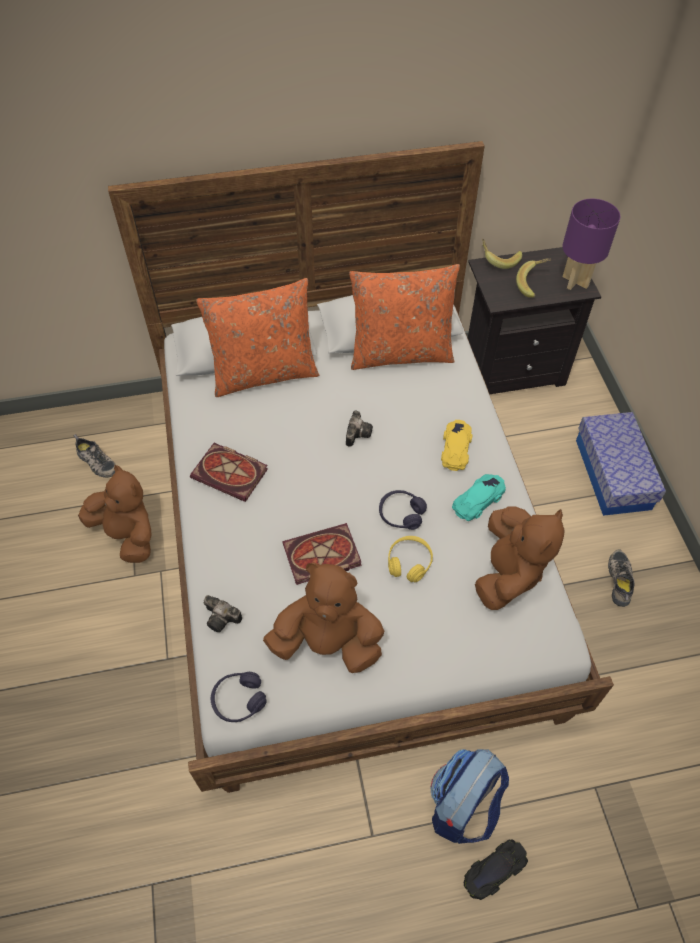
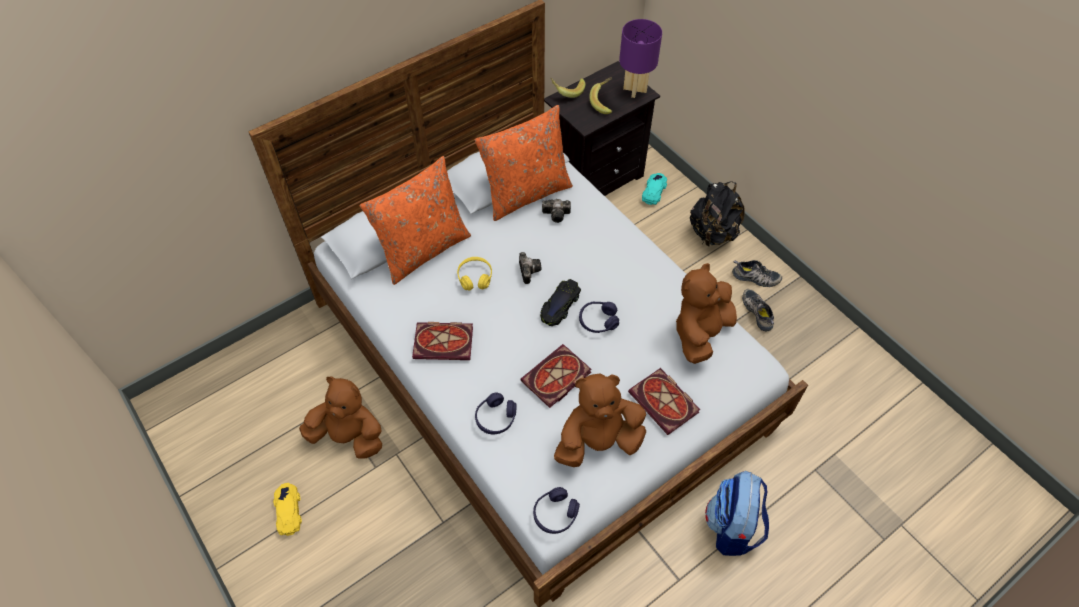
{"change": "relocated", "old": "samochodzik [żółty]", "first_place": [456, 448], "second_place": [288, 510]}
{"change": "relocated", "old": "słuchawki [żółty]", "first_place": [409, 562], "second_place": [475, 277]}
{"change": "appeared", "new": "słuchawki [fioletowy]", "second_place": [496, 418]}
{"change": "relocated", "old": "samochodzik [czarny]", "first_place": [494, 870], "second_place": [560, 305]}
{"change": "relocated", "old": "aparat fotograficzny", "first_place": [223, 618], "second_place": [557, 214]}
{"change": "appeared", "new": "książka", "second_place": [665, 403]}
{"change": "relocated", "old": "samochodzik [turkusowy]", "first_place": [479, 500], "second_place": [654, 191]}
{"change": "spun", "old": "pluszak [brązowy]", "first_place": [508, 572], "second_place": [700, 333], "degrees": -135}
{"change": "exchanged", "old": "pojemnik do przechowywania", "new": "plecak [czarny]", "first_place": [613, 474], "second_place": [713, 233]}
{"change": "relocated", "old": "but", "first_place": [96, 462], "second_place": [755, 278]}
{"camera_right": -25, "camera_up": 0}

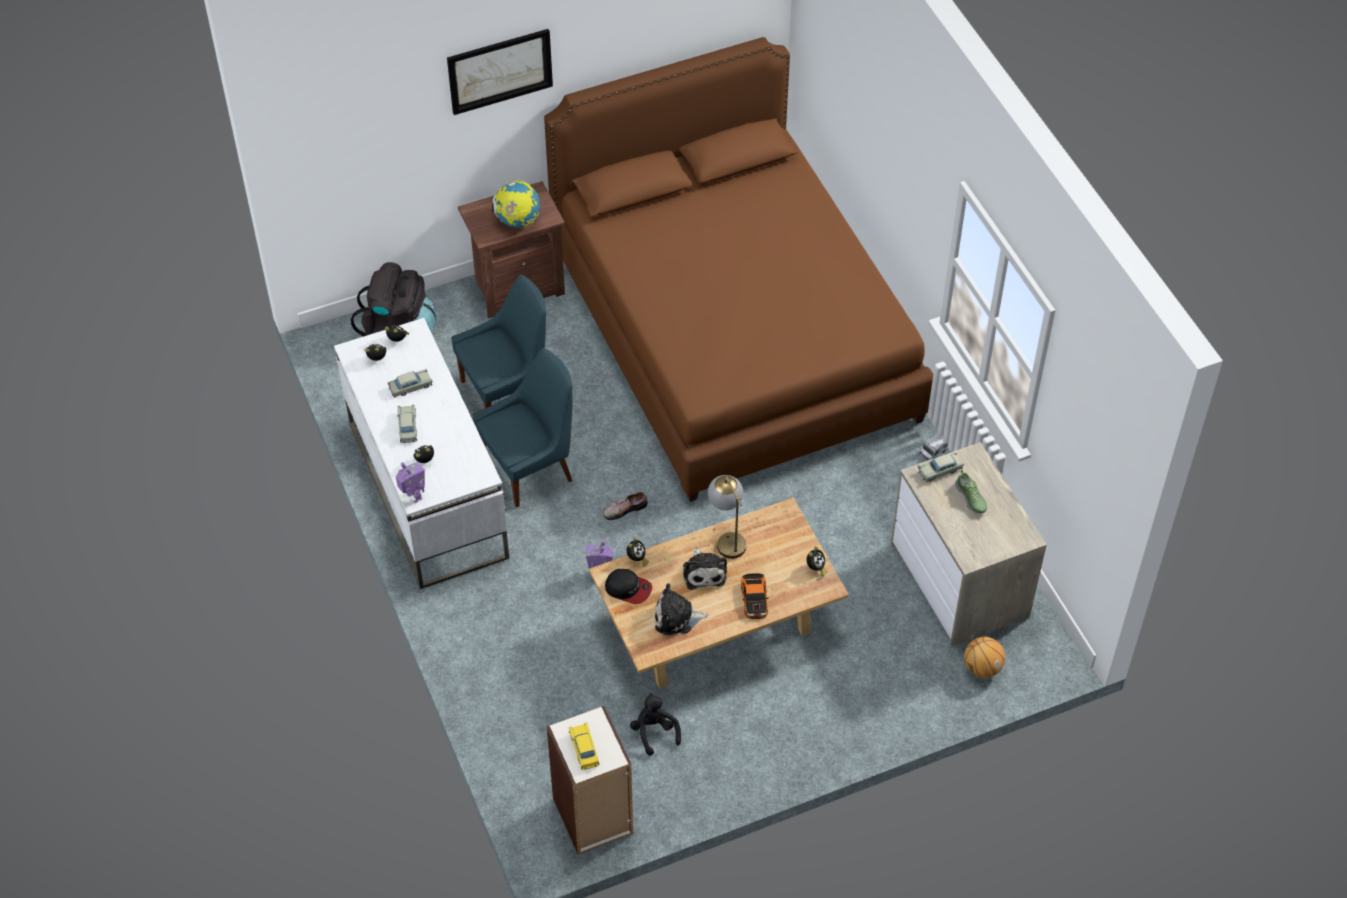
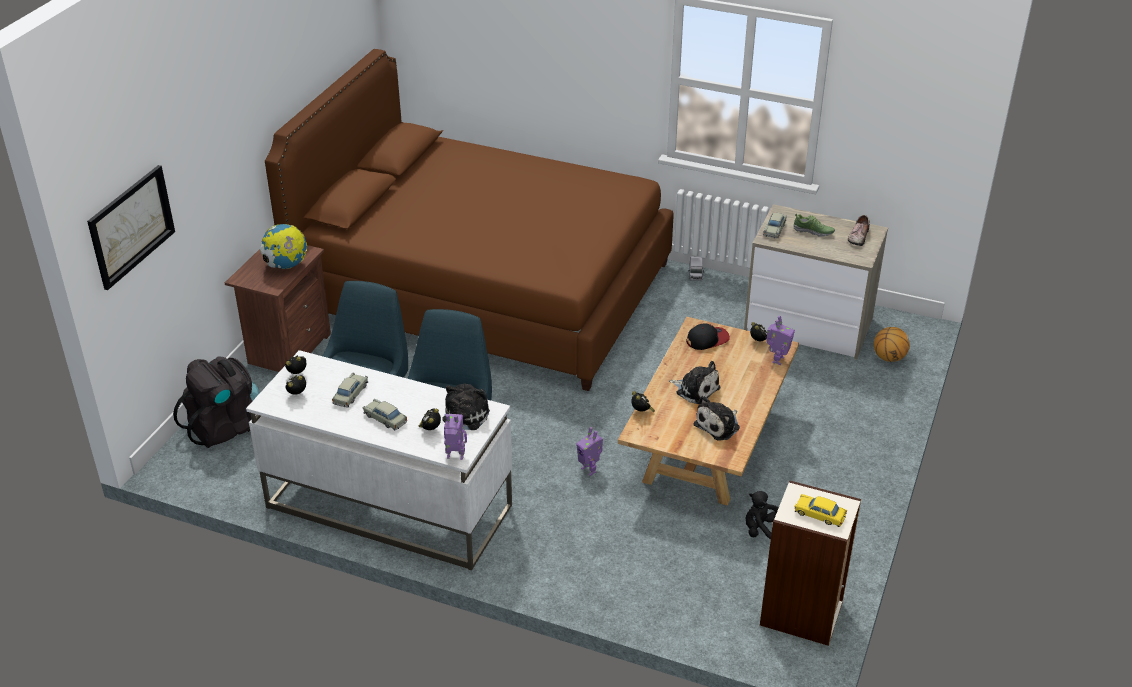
{"change": "relocated", "old": "obraz", "first_place": [500, 70], "second_place": [131, 226]}
{"change": "appeared", "new": "pluszak", "second_place": [464, 418]}
{"change": "relocated", "old": "czapka z daszkiem", "first_place": [628, 589], "second_place": [707, 340]}
{"change": "appeared", "new": "robot zabawkowy", "second_place": [777, 359]}
{"change": "relocated", "old": "but", "first_place": [624, 508], "second_place": [857, 236]}
{"change": "missing", "old": "lampa stołowa", "first_place": [727, 538]}
{"change": "missing", "old": "samochodzik", "first_place": [755, 599]}
{"camera_right": -45, "camera_up": -15}

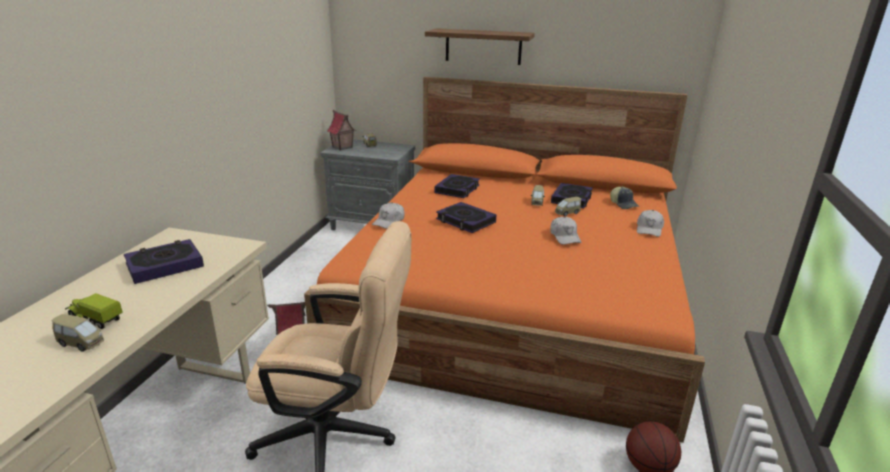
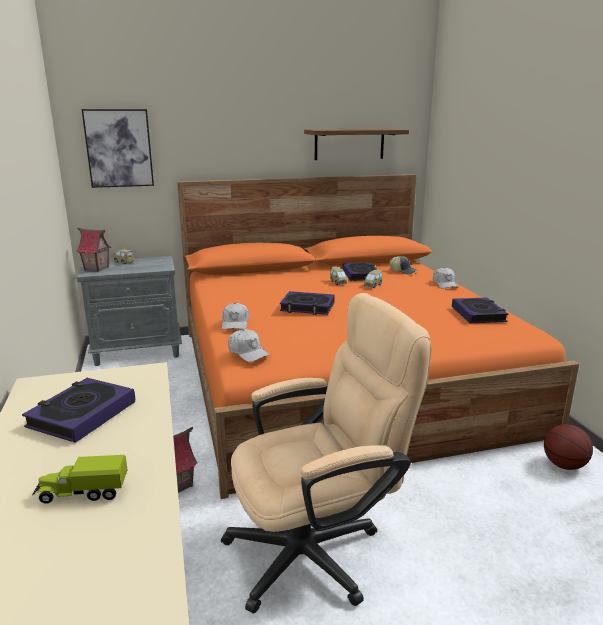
{"change": "appeared", "new": "obraz", "second_place": [119, 148]}
{"change": "relocated", "old": "czapka z daszkiem [biały]", "first_place": [565, 236], "second_place": [248, 352]}
{"change": "relocated", "old": "półka", "first_place": [483, 46], "second_place": [349, 144]}
{"change": "relocated", "old": "książka", "first_place": [457, 189], "second_place": [478, 314]}
{"change": "missing", "old": "samochodzik", "first_place": [81, 343]}
{"camera_right": -30, "camera_up": -5}

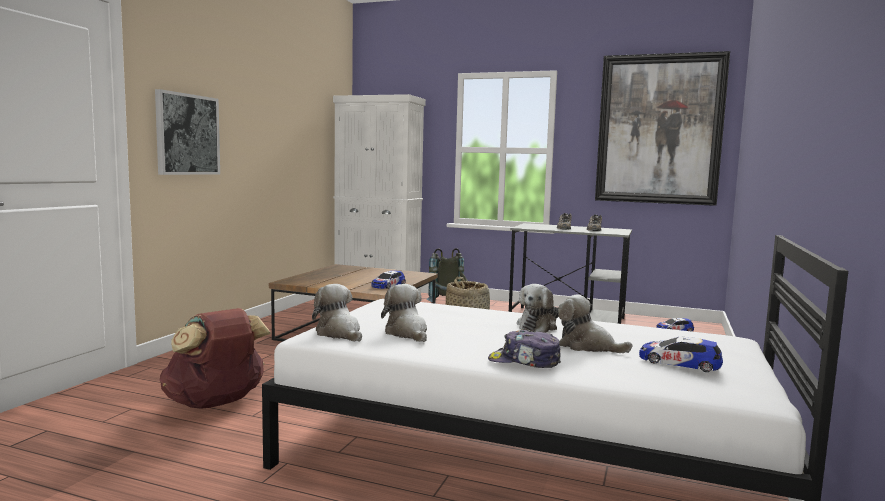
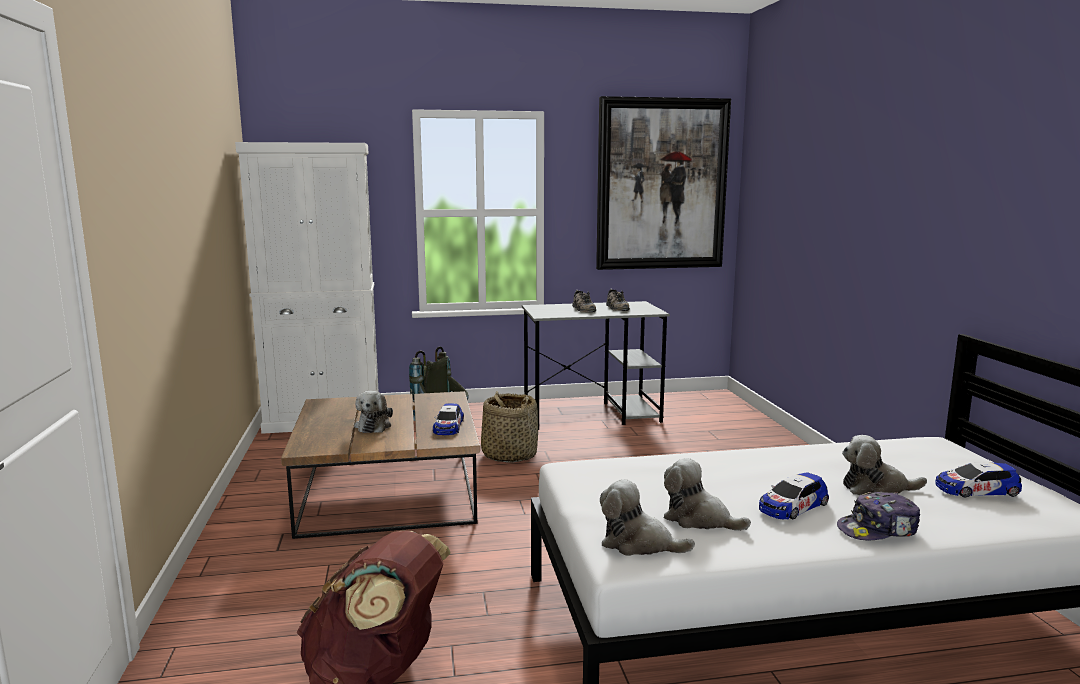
{"change": "relocated", "old": "pluszak", "first_place": [538, 326], "second_place": [374, 425]}
{"change": "relocated", "old": "samochodzik", "first_place": [674, 330], "second_place": [792, 506]}
{"change": "missing", "old": "obraz", "first_place": [187, 134]}
{"camera_right": -30, "camera_up": 5}

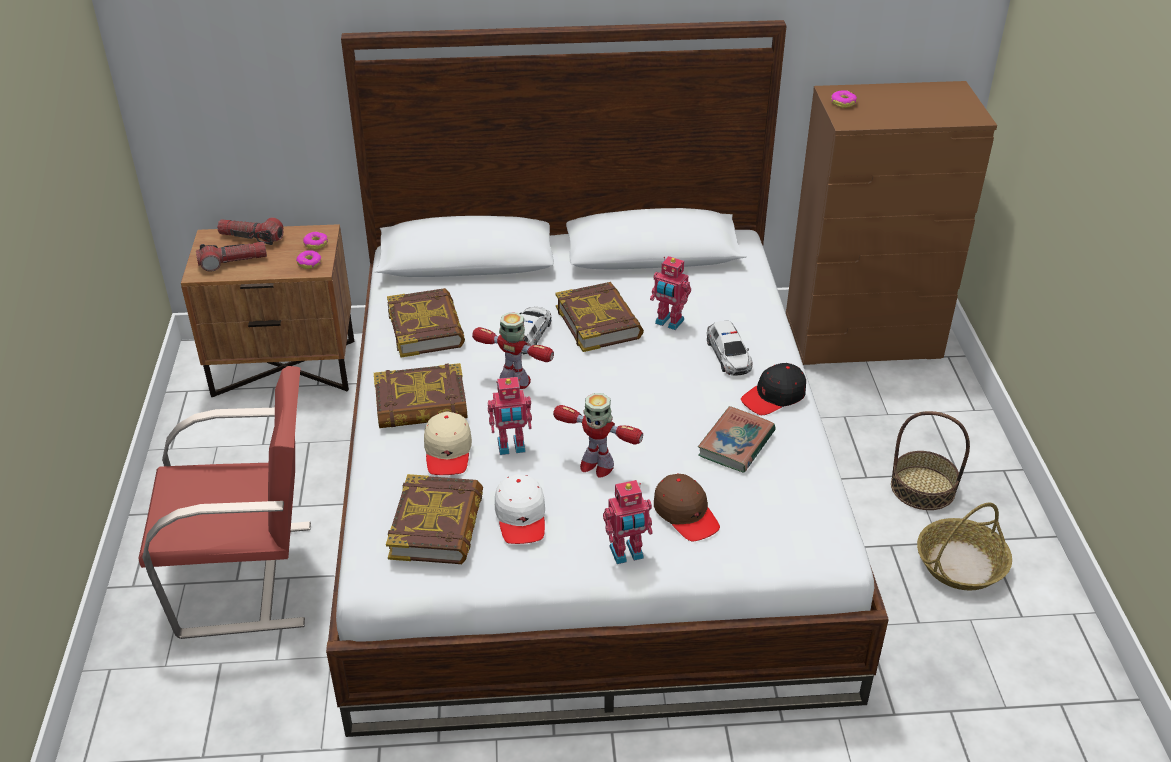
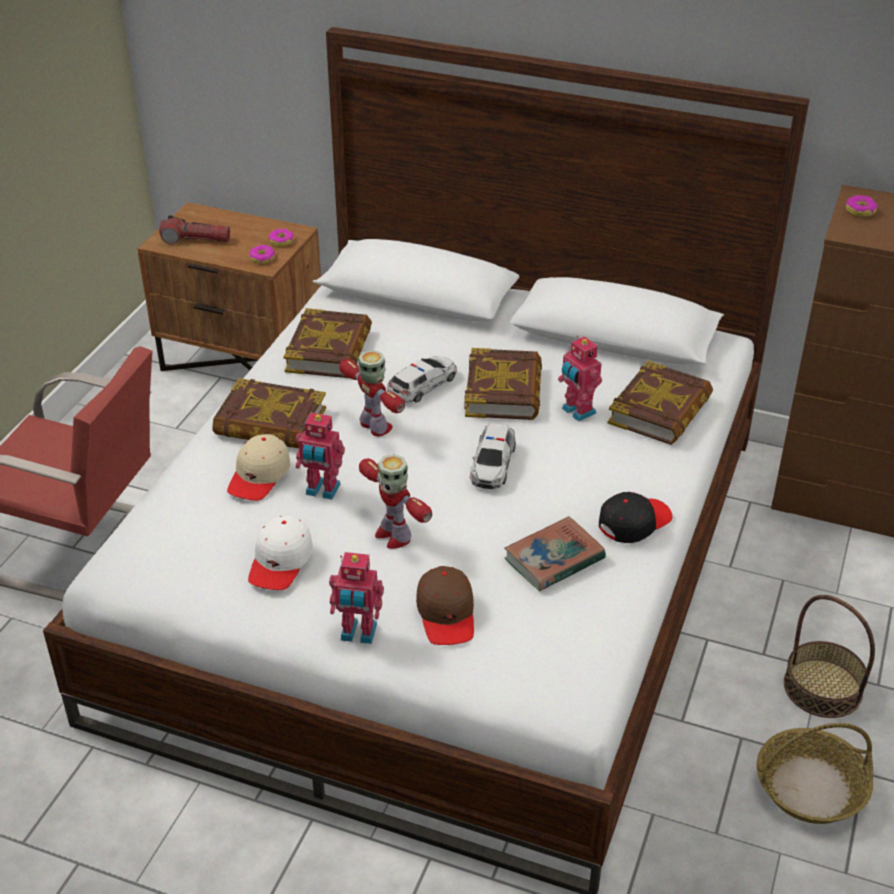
{"change": "relocated", "old": "samochodzik", "first_place": [729, 355], "second_place": [492, 464]}
{"change": "spun", "old": "czapka z daszkiem [czarny]", "first_place": [774, 397], "second_place": [634, 522], "degrees": 150}
{"change": "relocated", "old": "książka", "first_place": [437, 526], "second_place": [660, 410]}
{"change": "missing", "old": "latarka", "first_place": [252, 237]}
{"camera_right": 25, "camera_up": 0}

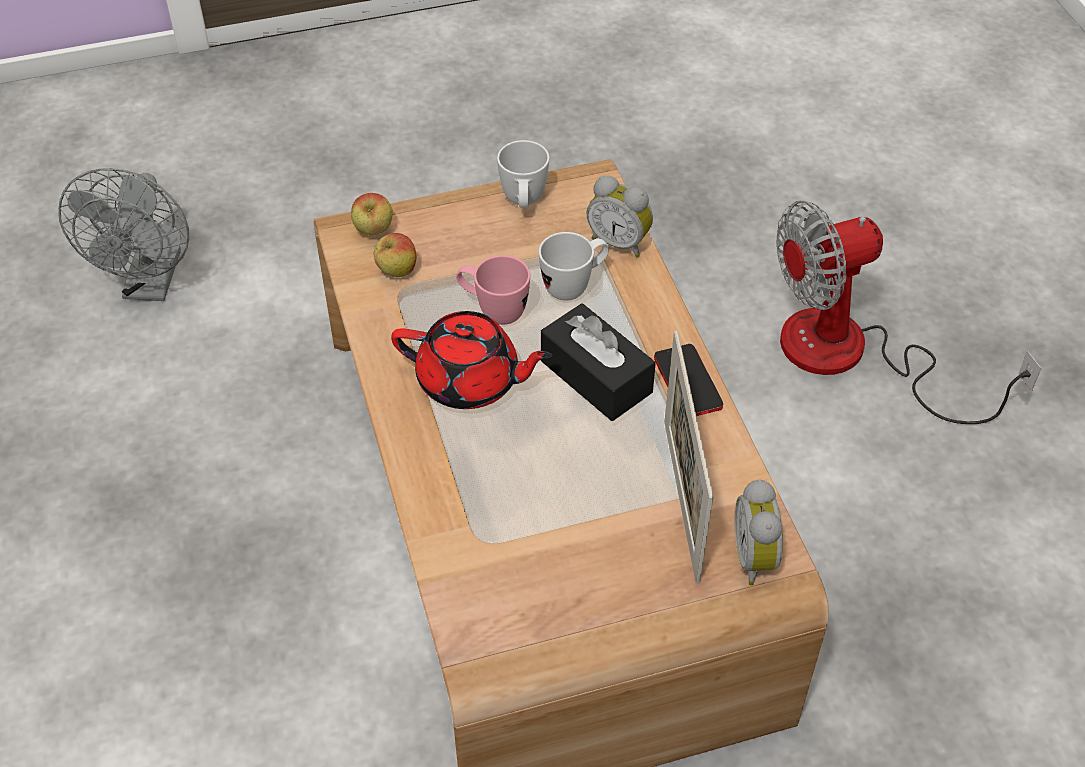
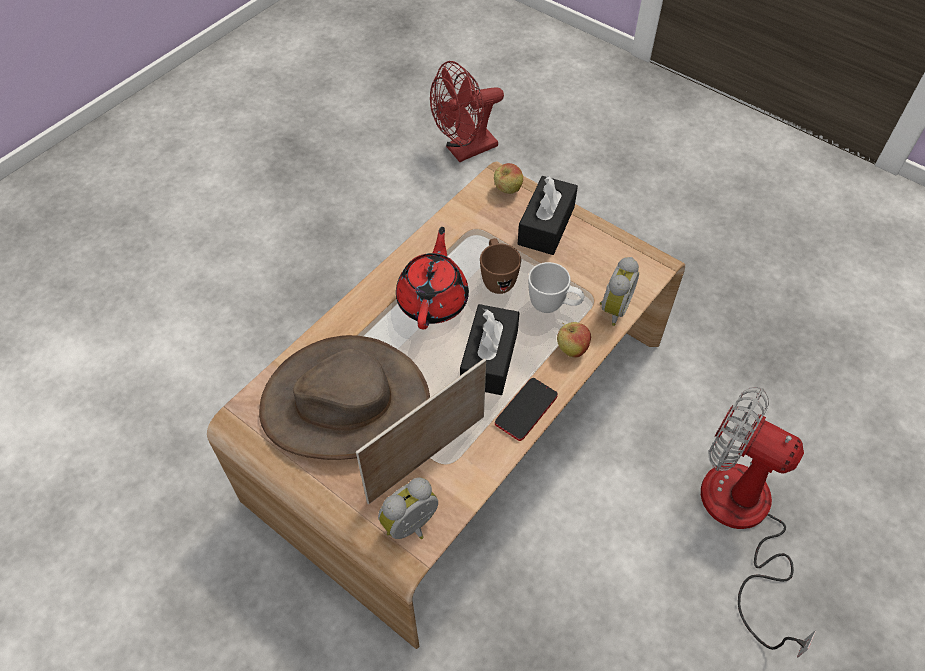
{"change": "appeared", "new": "kapelusz [brązowy]", "second_place": [345, 403]}
{"change": "spun", "old": "imbryk [czerwony]", "first_place": [470, 381], "second_place": [433, 300], "degrees": -150}
{"change": "colour", "old": "wentylator [szary]", "new": "wentylator [czerwony]", "first_place": [150, 285], "second_place": [465, 150]}
{"change": "colour", "old": "kubek [różowy]", "new": "kubek [brązowy]", "first_place": [493, 310], "second_place": [497, 279]}
{"change": "appeared", "new": "pudełko chusteczek [czarny]", "second_place": [546, 225]}
{"change": "relocated", "old": "jabłko", "first_place": [396, 272], "second_place": [571, 349]}
{"change": "spun", "old": "budzik", "first_place": [620, 242], "second_place": [612, 308], "degrees": -150}
{"change": "missing", "old": "kubek [biały]", "first_place": [523, 203]}
{"camera_right": 55, "camera_up": 5}

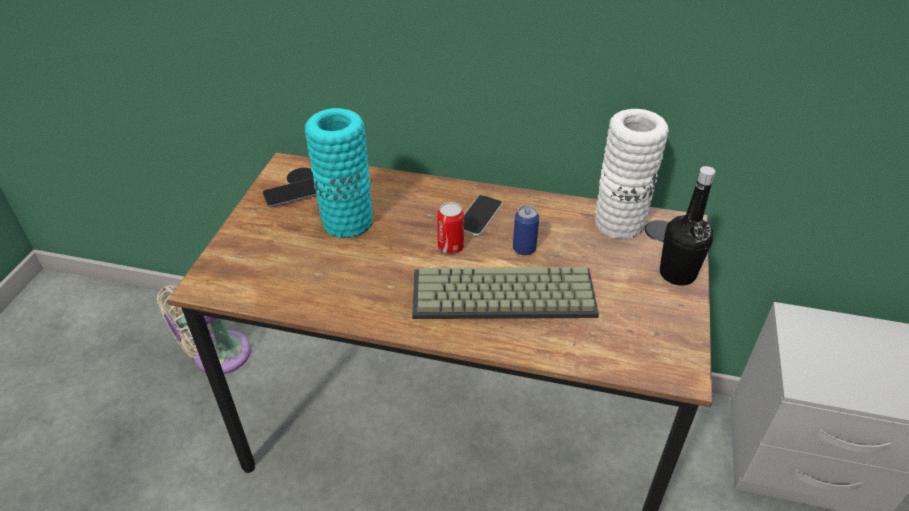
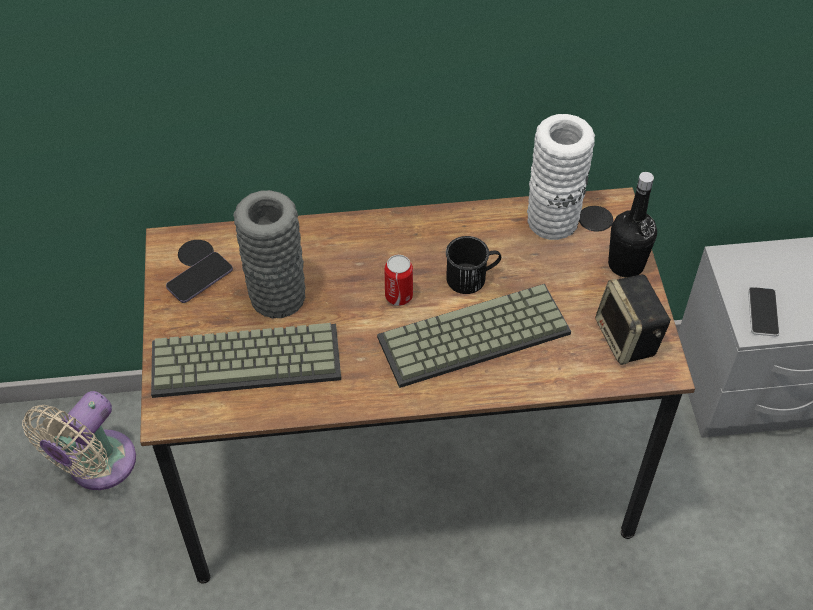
{"change": "appeared", "new": "klawiatura", "second_place": [248, 358]}
{"change": "colour", "old": "wazon [turkusowy]", "new": "wazon [szary]", "first_place": [347, 222], "second_place": [277, 297]}
{"change": "exchanged", "old": "puszka", "new": "kubek [czarny]", "first_place": [524, 249], "second_place": [472, 278]}
{"change": "appeared", "new": "głośnik", "second_place": [628, 339]}
{"change": "relocated", "old": "telefon", "first_place": [479, 216], "second_place": [763, 312]}
{"camera_right": -20, "camera_up": 10}

